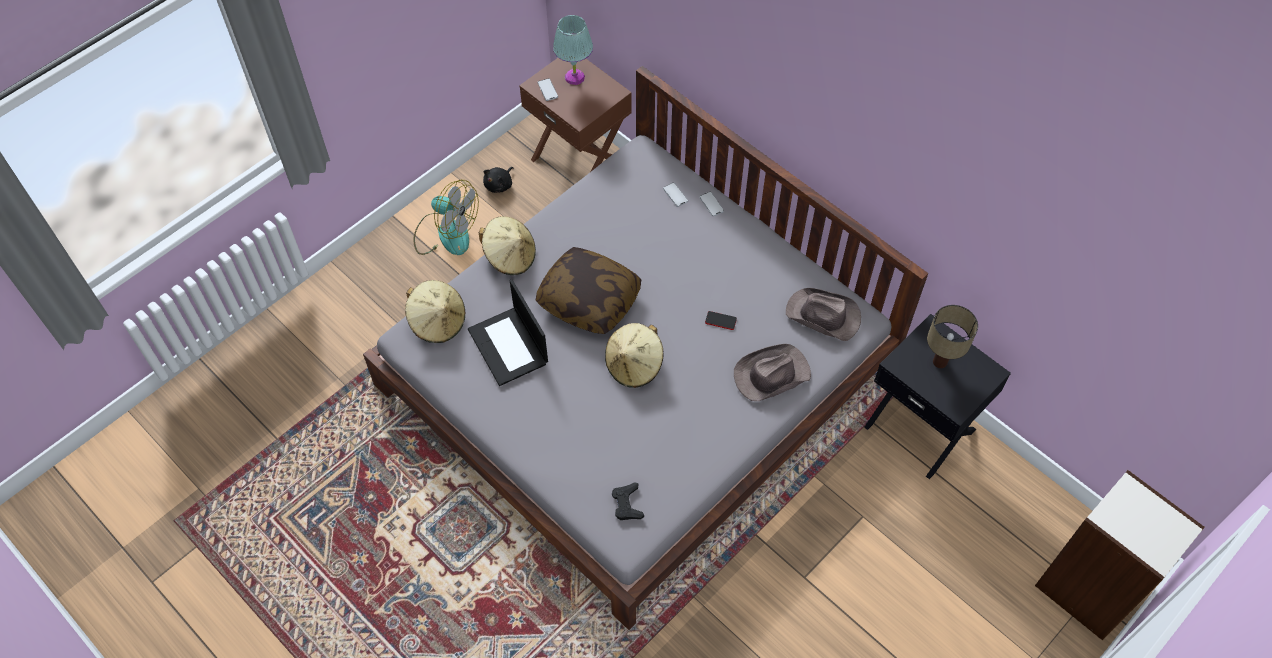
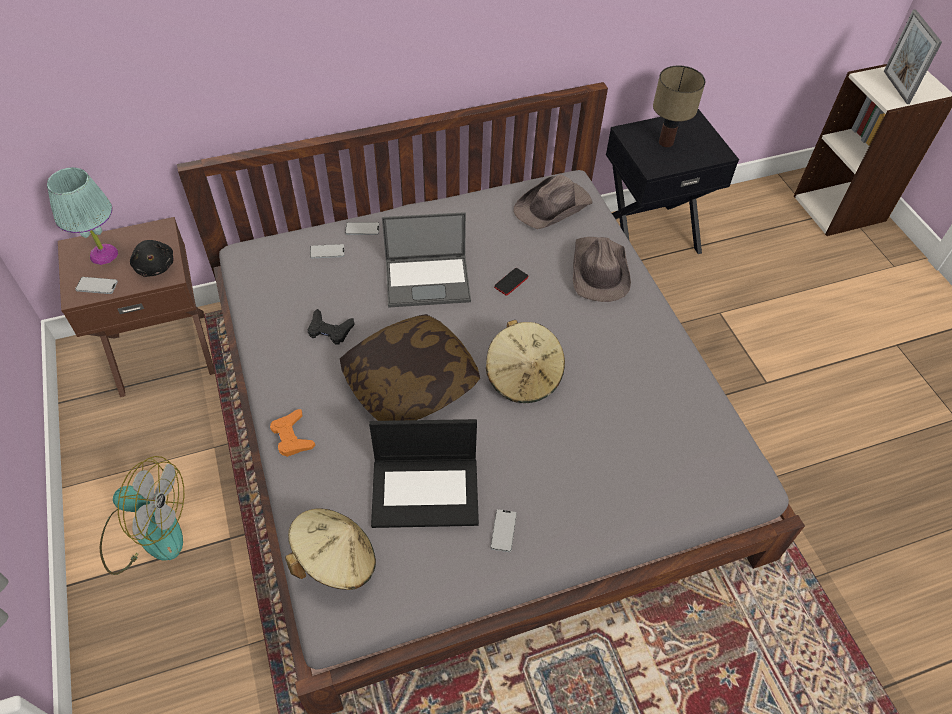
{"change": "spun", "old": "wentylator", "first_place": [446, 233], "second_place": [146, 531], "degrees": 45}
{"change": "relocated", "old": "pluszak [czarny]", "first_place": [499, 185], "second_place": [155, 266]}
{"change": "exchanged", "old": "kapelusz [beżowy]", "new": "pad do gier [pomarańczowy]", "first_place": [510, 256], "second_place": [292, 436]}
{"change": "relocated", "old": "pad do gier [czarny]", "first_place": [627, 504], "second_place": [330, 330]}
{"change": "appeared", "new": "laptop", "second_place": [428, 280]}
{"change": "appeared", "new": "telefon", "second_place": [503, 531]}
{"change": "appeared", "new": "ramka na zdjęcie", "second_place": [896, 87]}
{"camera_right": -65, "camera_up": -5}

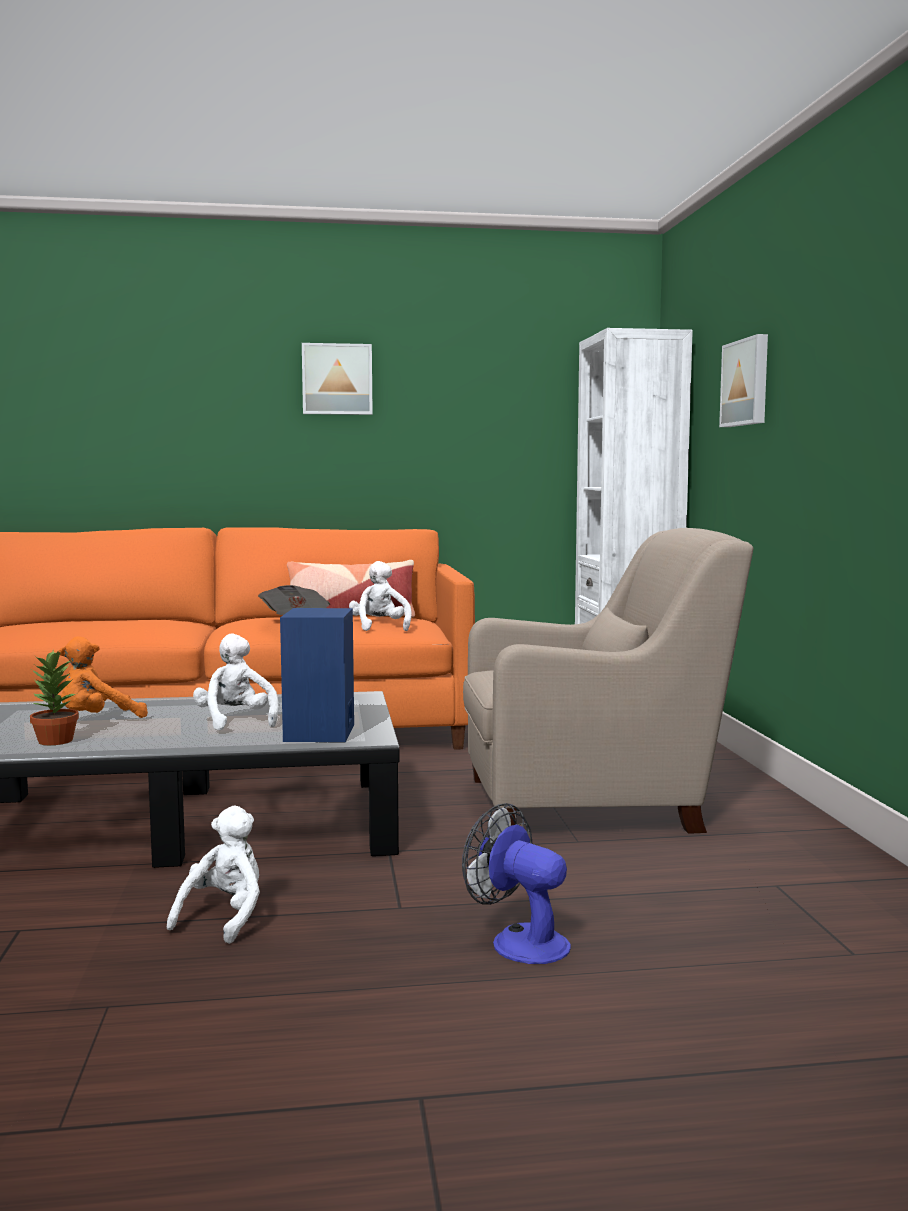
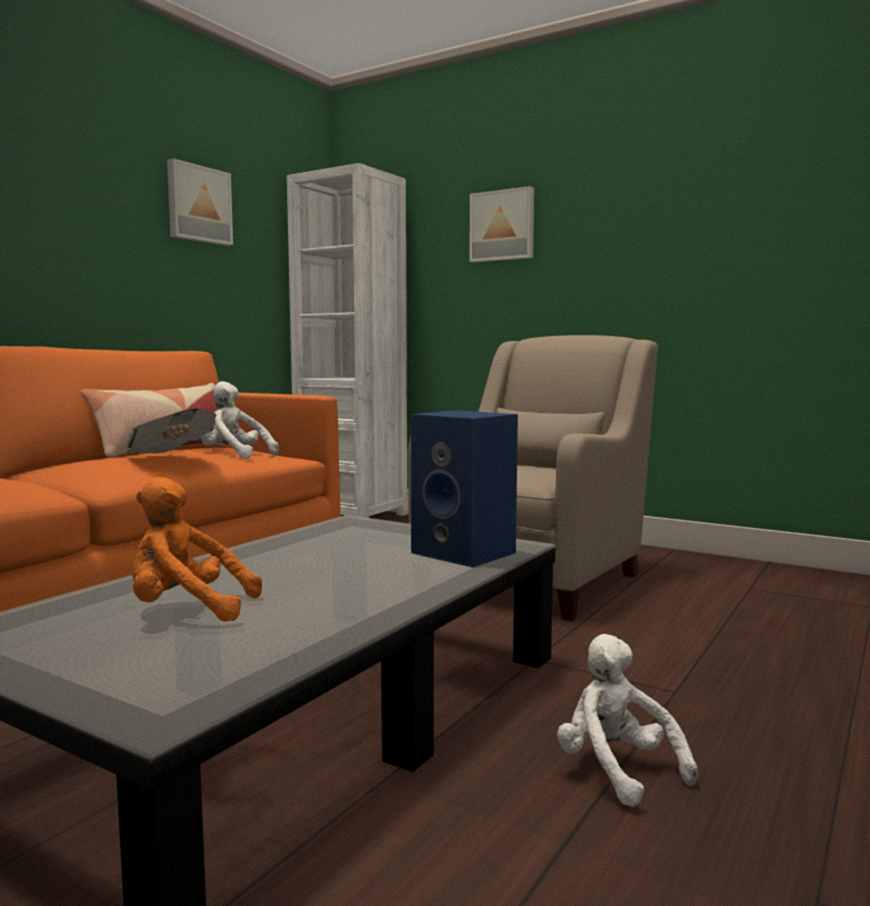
{"change": "spun", "old": "pluszak [pomarańczowy]", "first_place": [98, 720], "second_place": [187, 610], "degrees": 90}
{"change": "relocated", "old": "obraz", "first_place": [337, 379], "second_place": [198, 204]}
{"change": "missing", "old": "roślina doniczkowa", "first_place": [55, 741]}
{"change": "missing", "old": "pluszak [biały]", "first_place": [236, 721]}
{"change": "missing", "old": "wentylator", "first_place": [519, 941]}
{"camera_right": -50, "camera_up": 0}

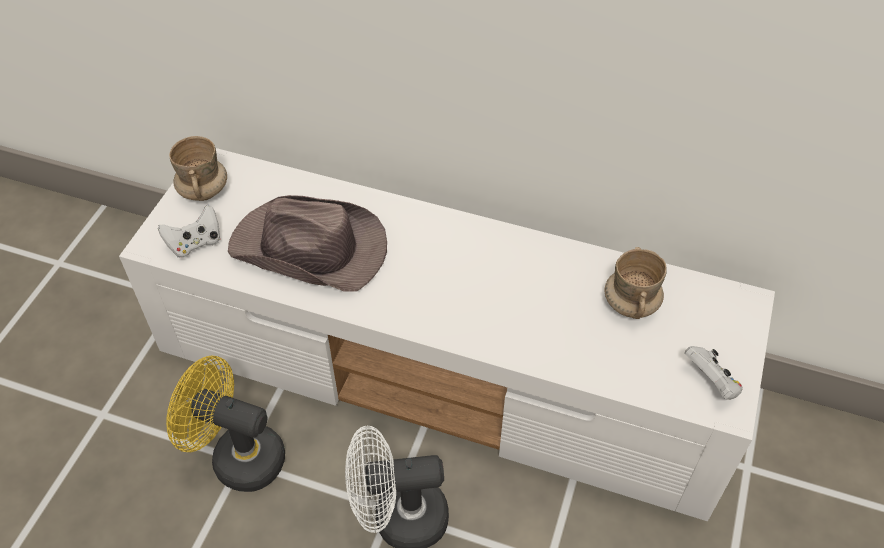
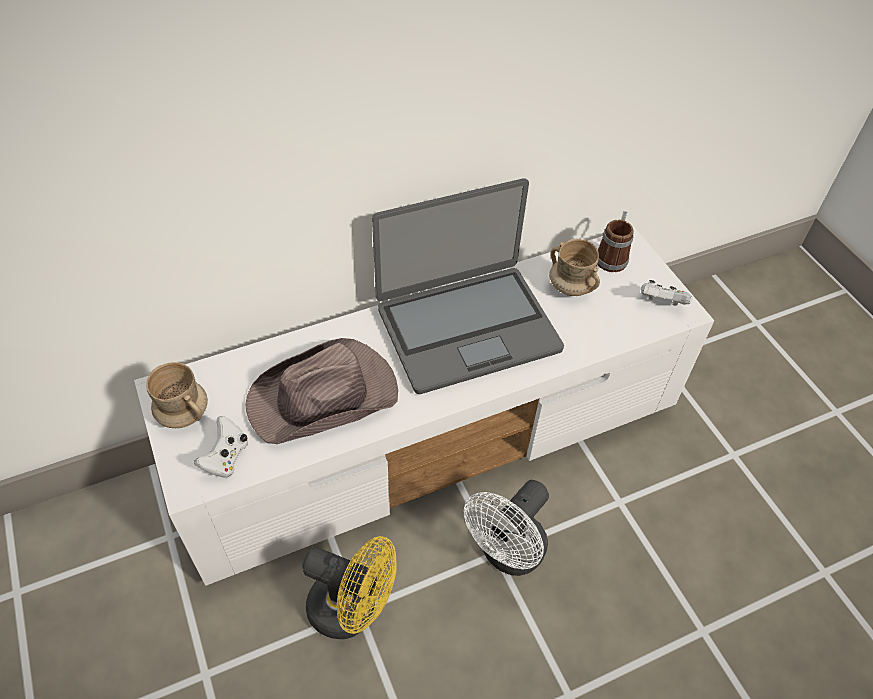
{"change": "spun", "old": "wentylator [żółty]", "first_place": [238, 456], "second_place": [352, 610], "degrees": -135}
{"change": "appeared", "new": "laptop", "second_place": [467, 327]}
{"change": "appeared", "new": "kubek", "second_place": [612, 256]}
{"camera_right": -45, "camera_up": 0}

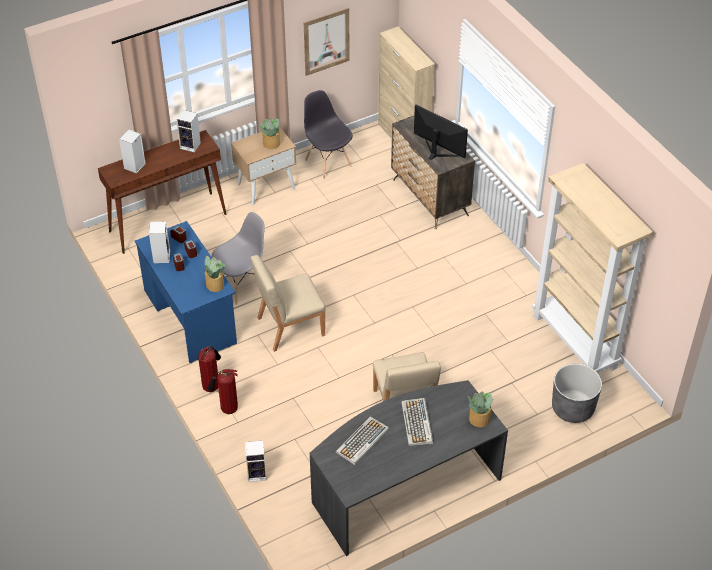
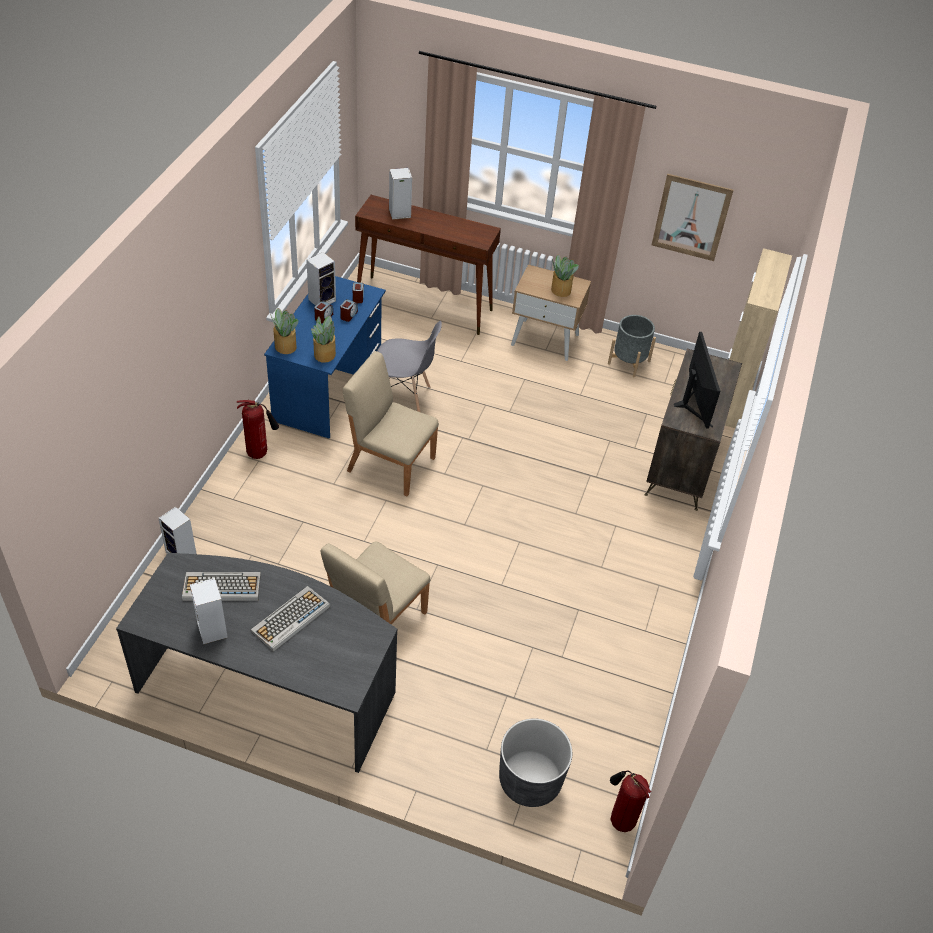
{"change": "relocated", "old": "głośnik", "first_place": [191, 146], "second_place": [213, 631]}
{"change": "relocated", "old": "roślina doniczkowa", "first_place": [479, 419], "second_place": [285, 346]}
{"change": "exchanged", "old": "krzesło [szary]", "new": "donica [szary]", "first_place": [328, 162], "second_place": [629, 362]}
{"change": "relocated", "old": "gaśnica", "first_place": [227, 409], "second_place": [619, 819]}
{"change": "missing", "old": "regał [beżowy]", "first_place": [575, 341]}
{"camera_right": 45, "camera_up": 0}

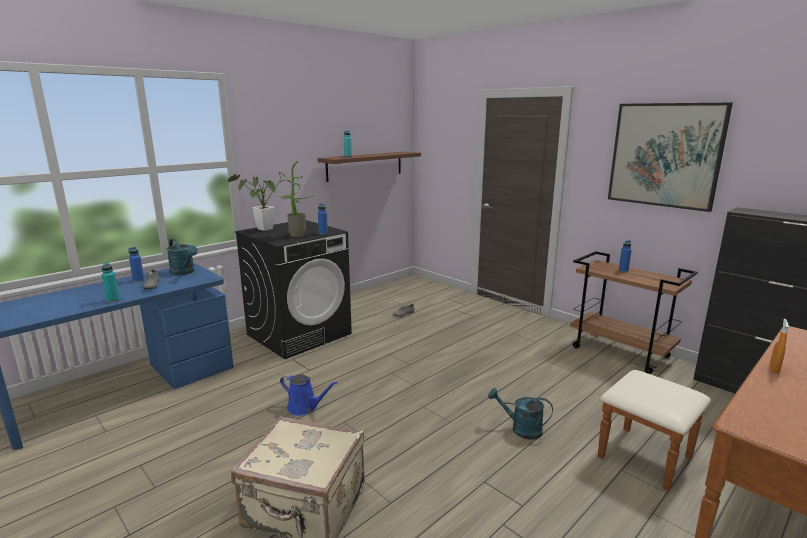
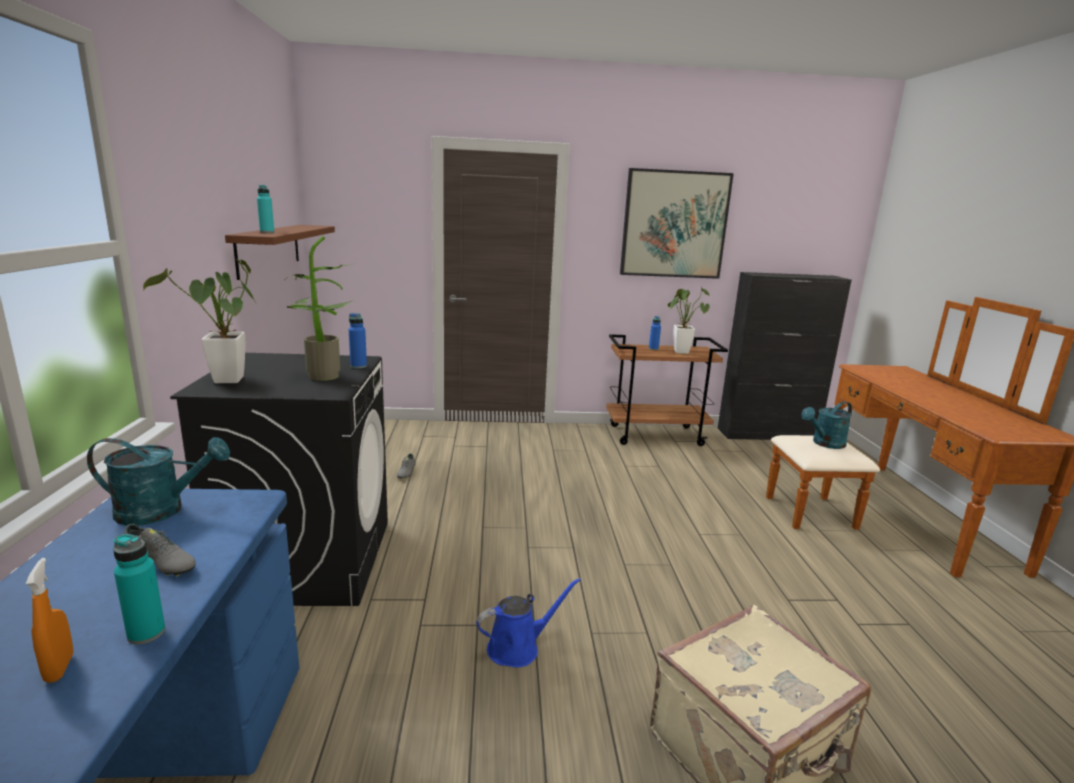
{"change": "relocated", "old": "spryskiwacz [pomarańczowy]", "first_place": [774, 369], "second_place": [59, 668]}
{"change": "appeared", "new": "roślina doniczkowa", "second_place": [680, 351]}
{"change": "relocated", "old": "konewka [turkusowy]", "first_place": [520, 429], "second_place": [825, 444]}
{"change": "missing", "old": "butelka [niebieski]", "first_place": [138, 280]}
{"camera_right": -50, "camera_up": 0}

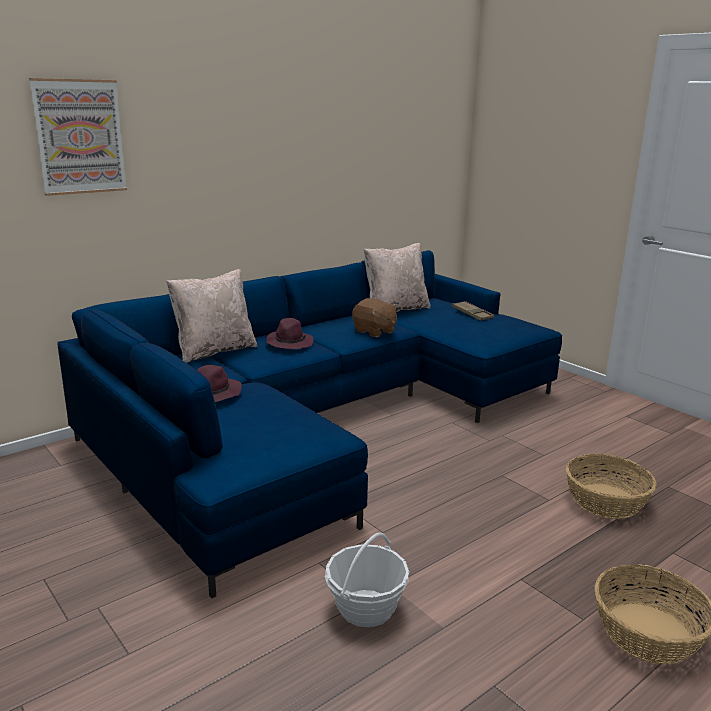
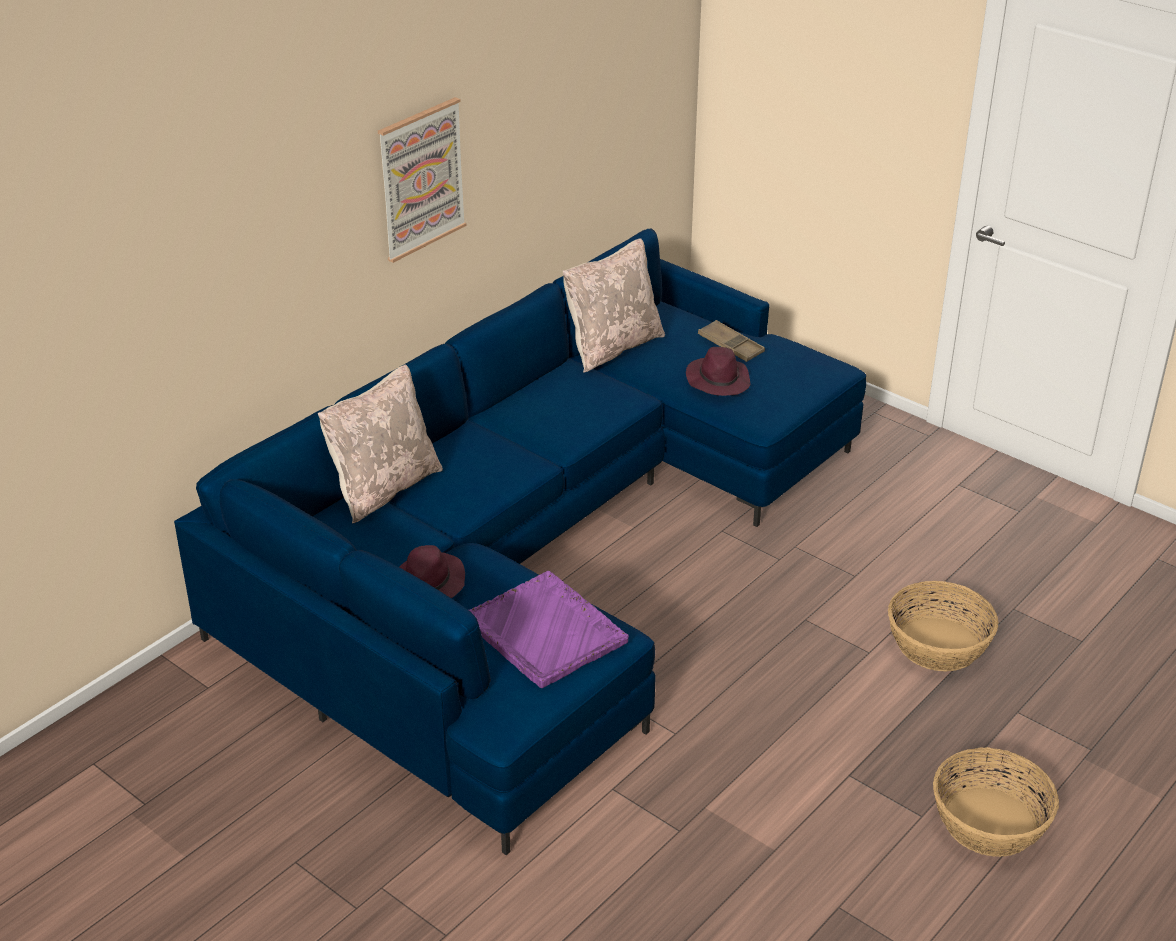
{"change": "relocated", "old": "obraz", "first_place": [80, 137], "second_place": [421, 179]}
{"change": "appeared", "new": "taca [fioletowy]", "second_place": [545, 632]}
{"change": "relocated", "old": "kapelusz [fioletowy]", "first_place": [289, 343], "second_place": [717, 380]}
{"change": "missing", "old": "koszyk", "first_place": [366, 608]}
{"change": "missing", "old": "pluszak [brązowy]", "first_place": [374, 331]}
{"camera_right": -10, "camera_up": 15}

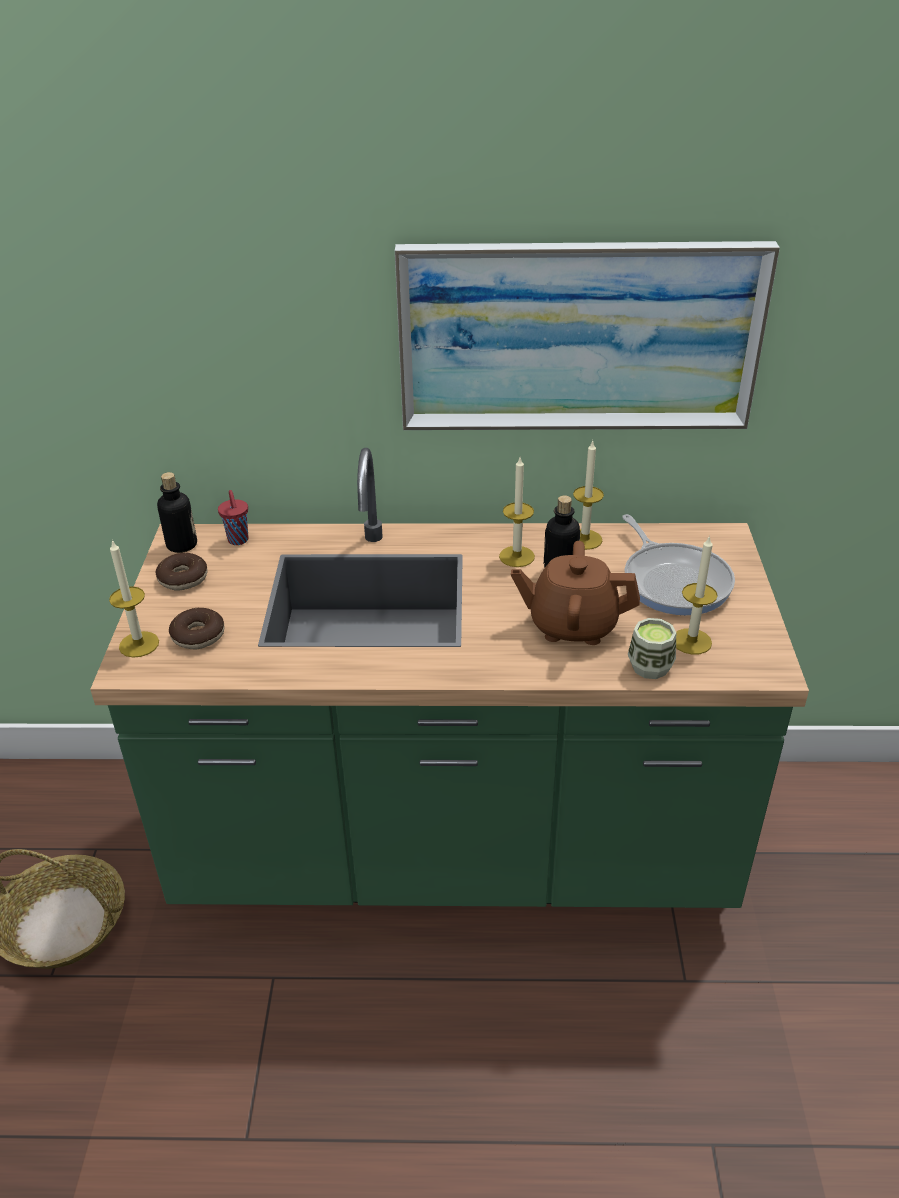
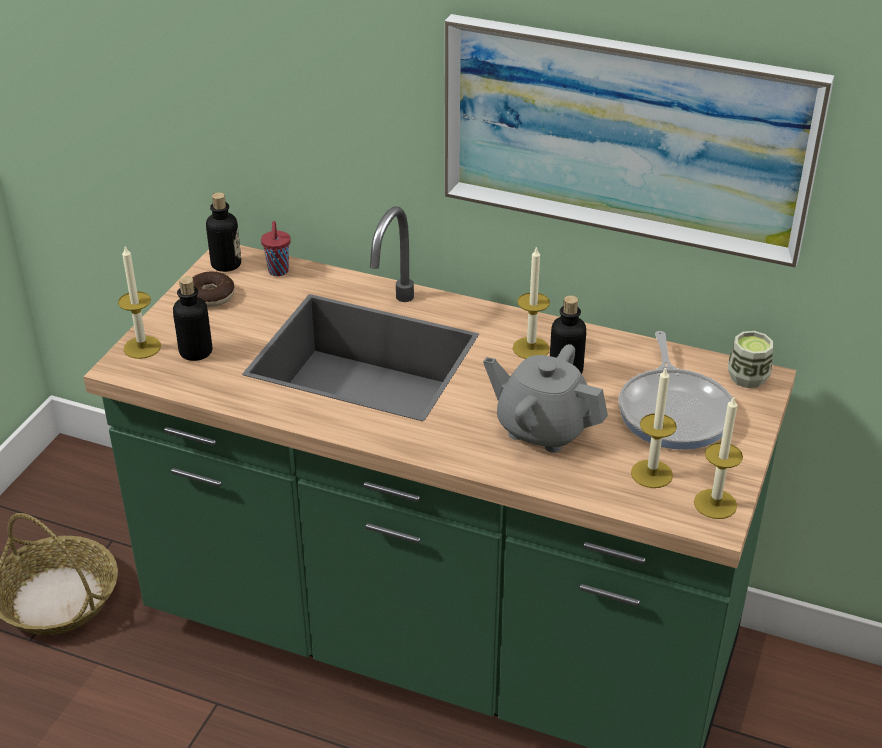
{"change": "exchanged", "old": "donut", "new": "butelka", "first_place": [198, 635], "second_place": [196, 352]}
{"change": "colour", "old": "imbryk [brązowy]", "new": "imbryk [szary]", "first_place": [572, 625], "second_place": [542, 428]}
{"change": "relocated", "old": "świeca", "first_place": [584, 539], "second_place": [715, 504]}
{"change": "relocated", "old": "filiżanka", "first_place": [650, 667], "second_place": [747, 377]}
{"camera_right": 20, "camera_up": 0}

